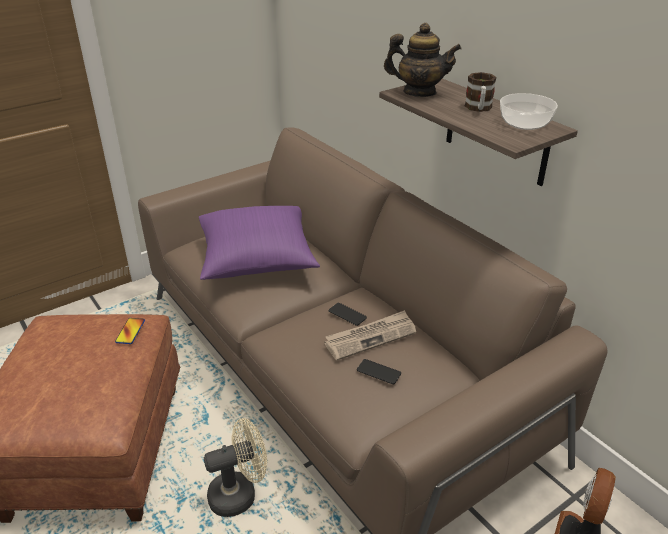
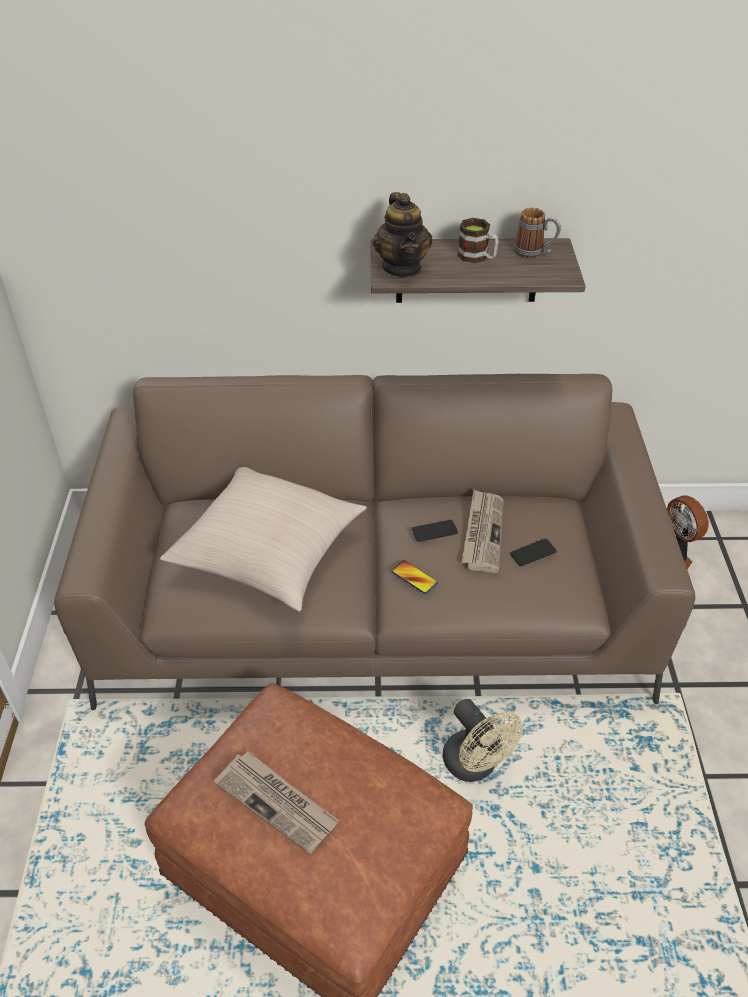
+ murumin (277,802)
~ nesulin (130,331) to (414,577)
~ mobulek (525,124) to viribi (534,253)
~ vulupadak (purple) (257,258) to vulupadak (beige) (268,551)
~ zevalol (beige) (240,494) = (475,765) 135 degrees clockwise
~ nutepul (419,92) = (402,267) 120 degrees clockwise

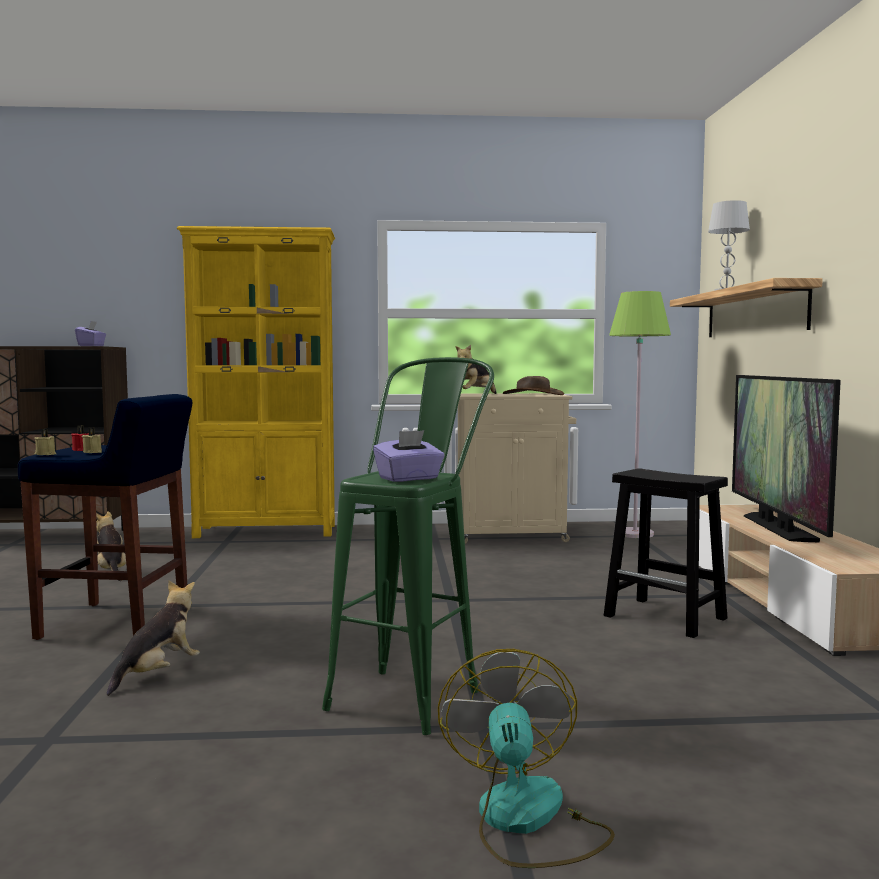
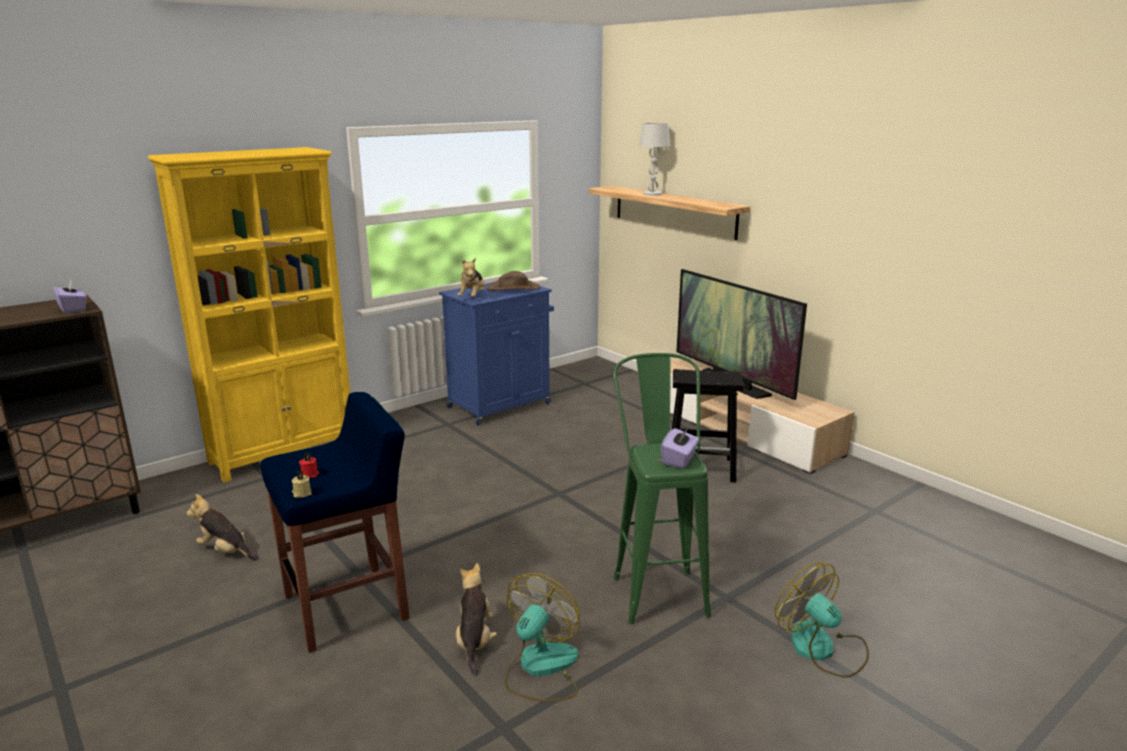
- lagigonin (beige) (93,452)
- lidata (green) (634,534)
+ zevalol (541,668)
~ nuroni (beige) (512,535) to nuroni (blue) (501,405)

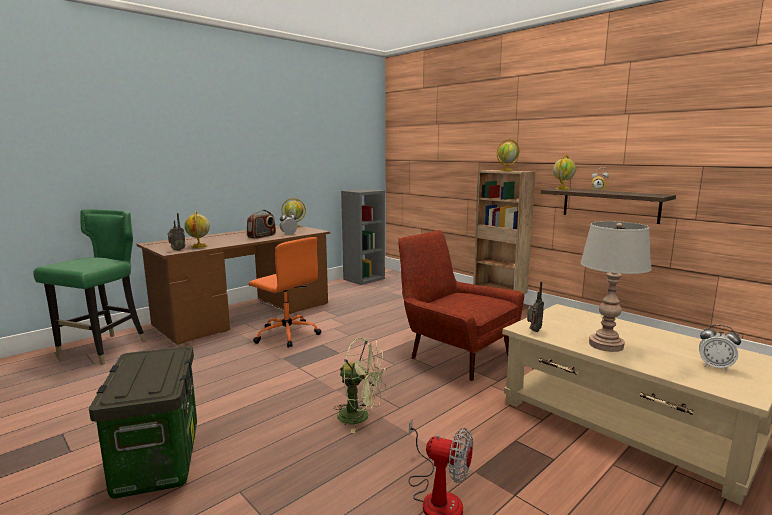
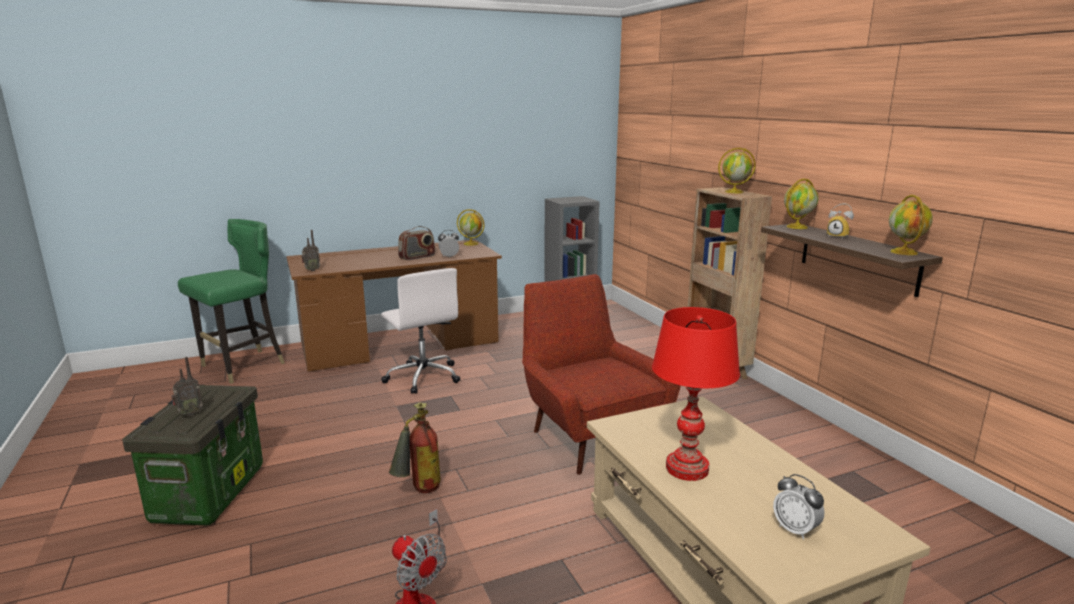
~ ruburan (199,246) to (904,252)
~ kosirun (533,331) to (189,413)
~ zevalol (green) (360,417) to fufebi (418,492)
~ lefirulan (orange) (286,334) to lefirulan (white) (423,377)
~ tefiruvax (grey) (606,345) to tefiruvax (red) (687,469)

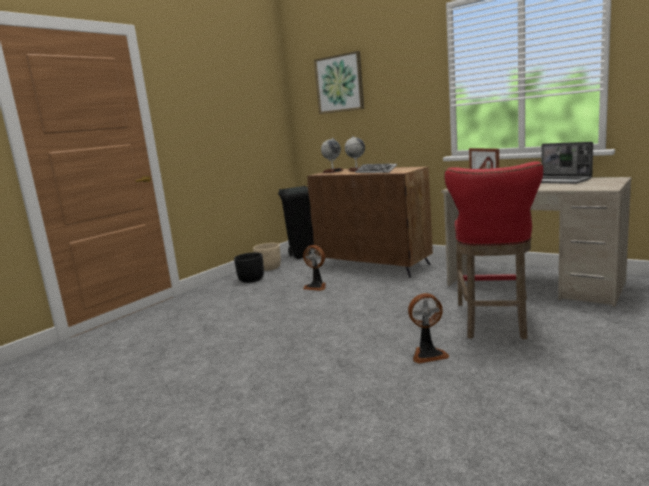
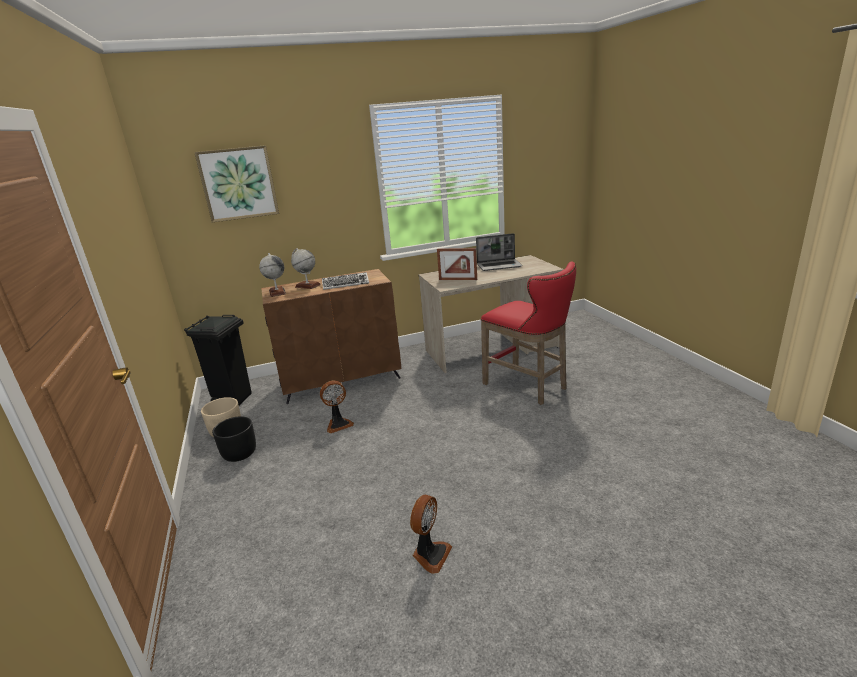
~ zevalol (428,354) to (430,555)

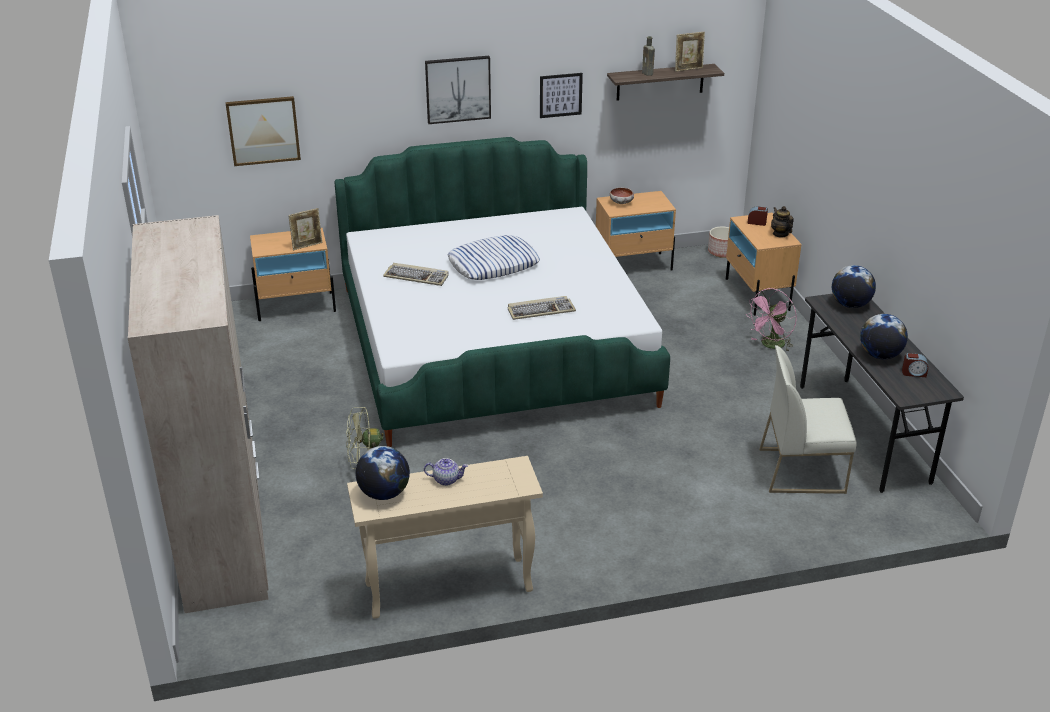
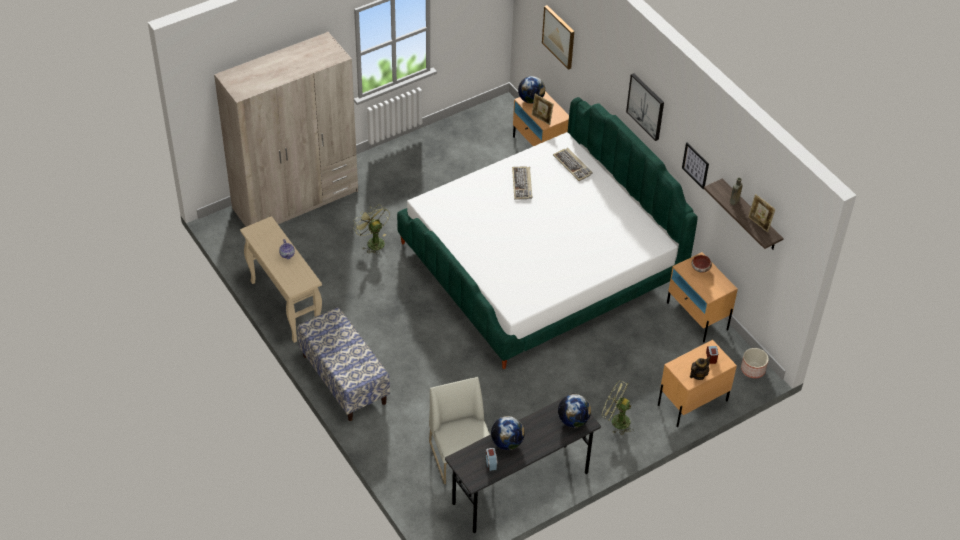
- vulupadak (493,264)
+ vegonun (343,379)
~ ruburan (384,493) to (531,100)
~ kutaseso (541,310) to (573,165)
~ zevalol (pink) (770,345) to zevalol (green) (616,421)

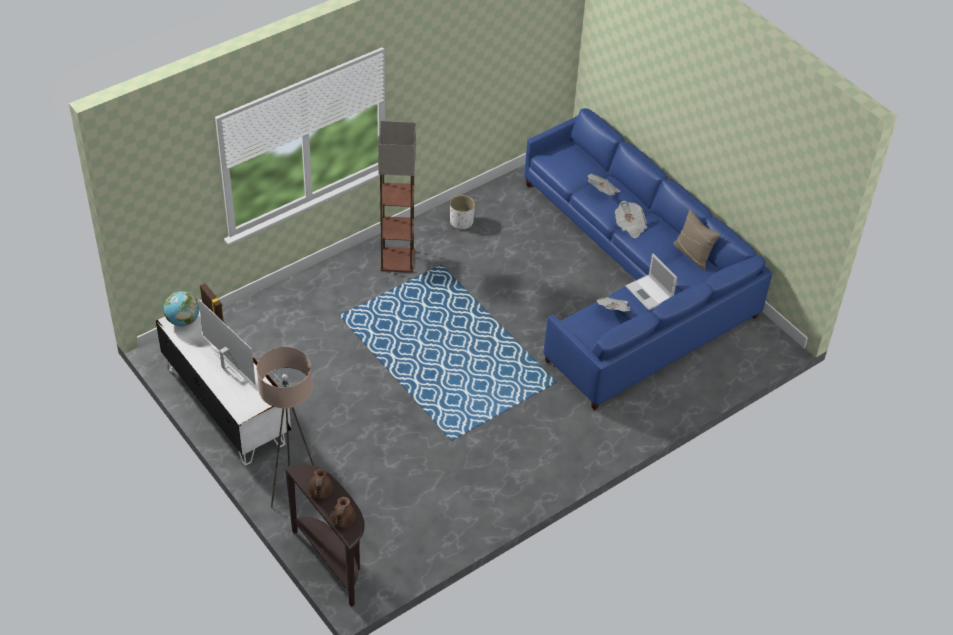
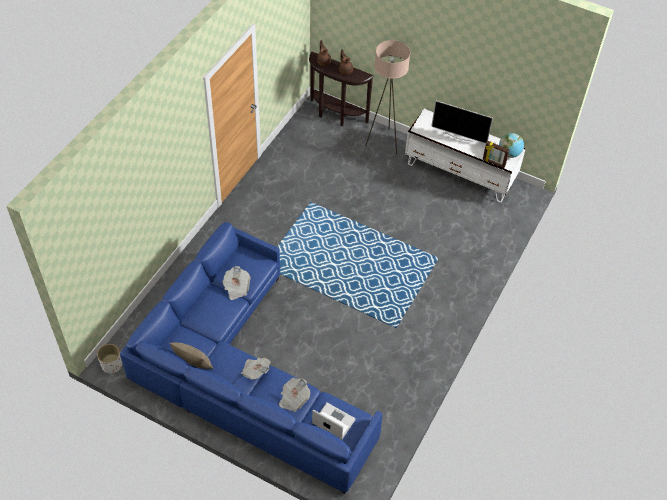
- lidata (398,259)
~ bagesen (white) (461,222) to (111,365)
~ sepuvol (650,293) to (333,421)

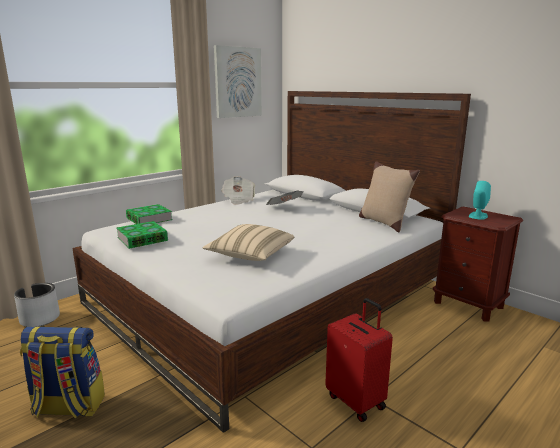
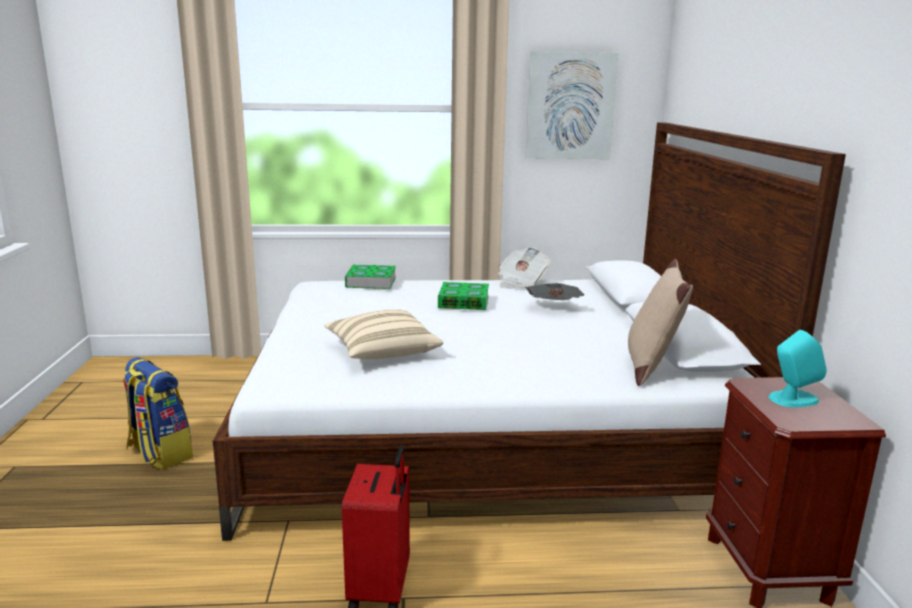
- bagesen (grey) (40,319)
~ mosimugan (142,239) to (463,301)

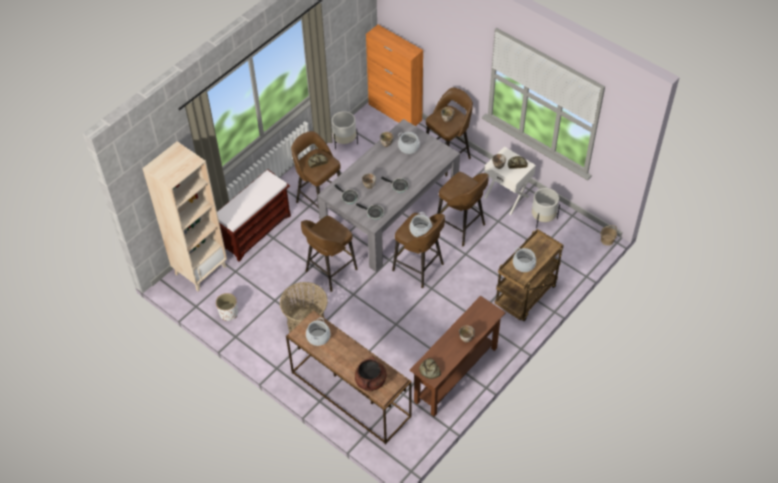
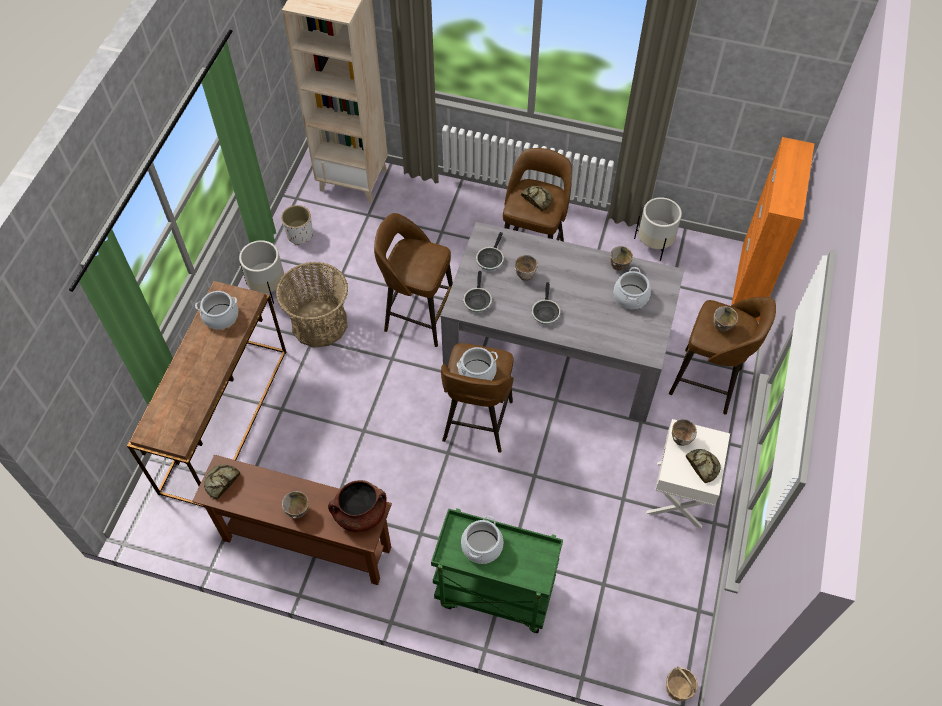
- vegonun (brown) (255,230)
- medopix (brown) (461,227)
~ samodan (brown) (370,381) to (360,514)
~ bagesen (white) (543,218) to (268,287)
~ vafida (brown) (525,297) to vafida (green) (493,594)

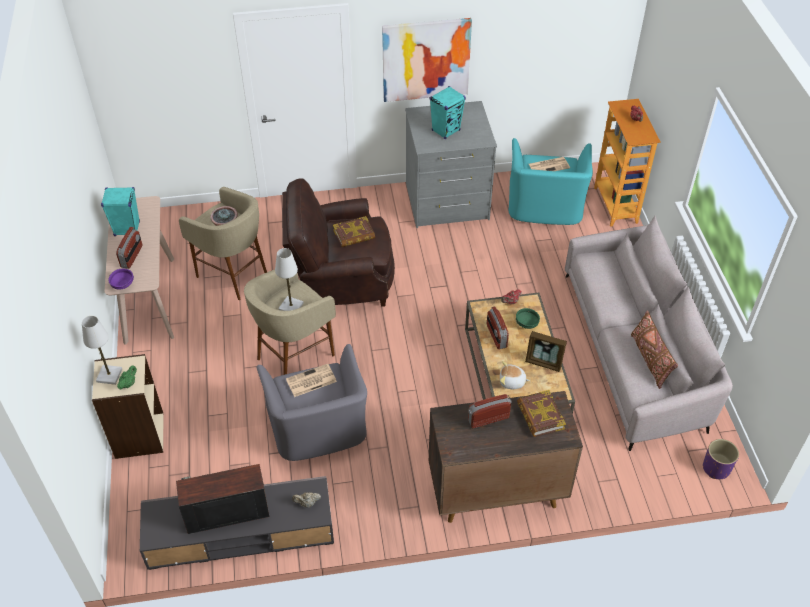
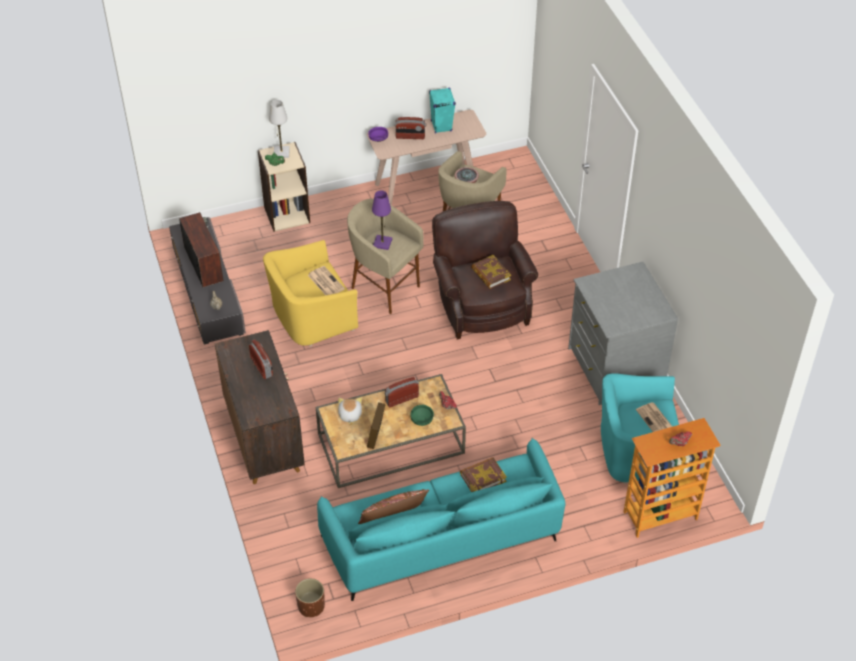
- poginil (426,59)
- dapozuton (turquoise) (446,130)
~ mosimugan (540,416) to (482,477)
~ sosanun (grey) (318,427) to sosanun (yellow) (312,316)
~ tefiruvax (white) (291,306) to tefiruvax (purple) (382,243)
~ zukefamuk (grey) (635,352) to zukefamuk (turquoise) (443,539)
~ bagesen (purple) (716,468) to bagesen (brown) (311,606)

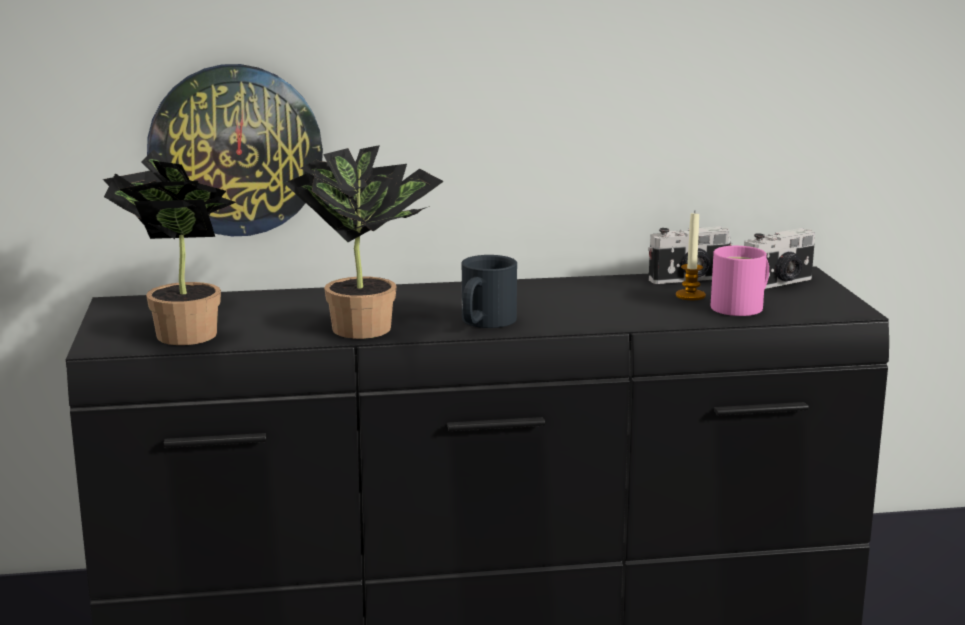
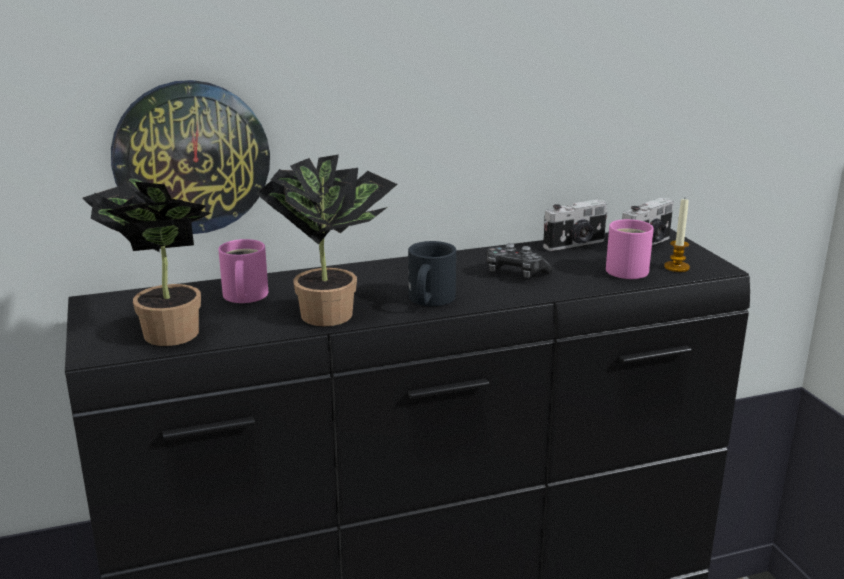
+ viribi (pink) (243,296)
+ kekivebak (515,273)
~ lagigonin (690,296) to (676,267)

